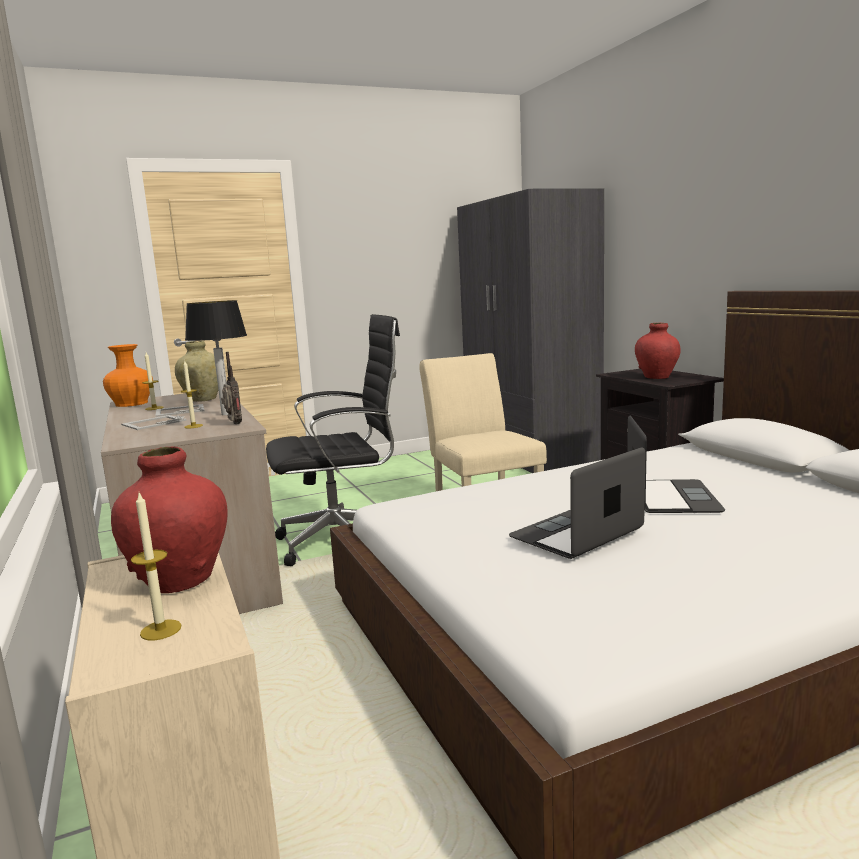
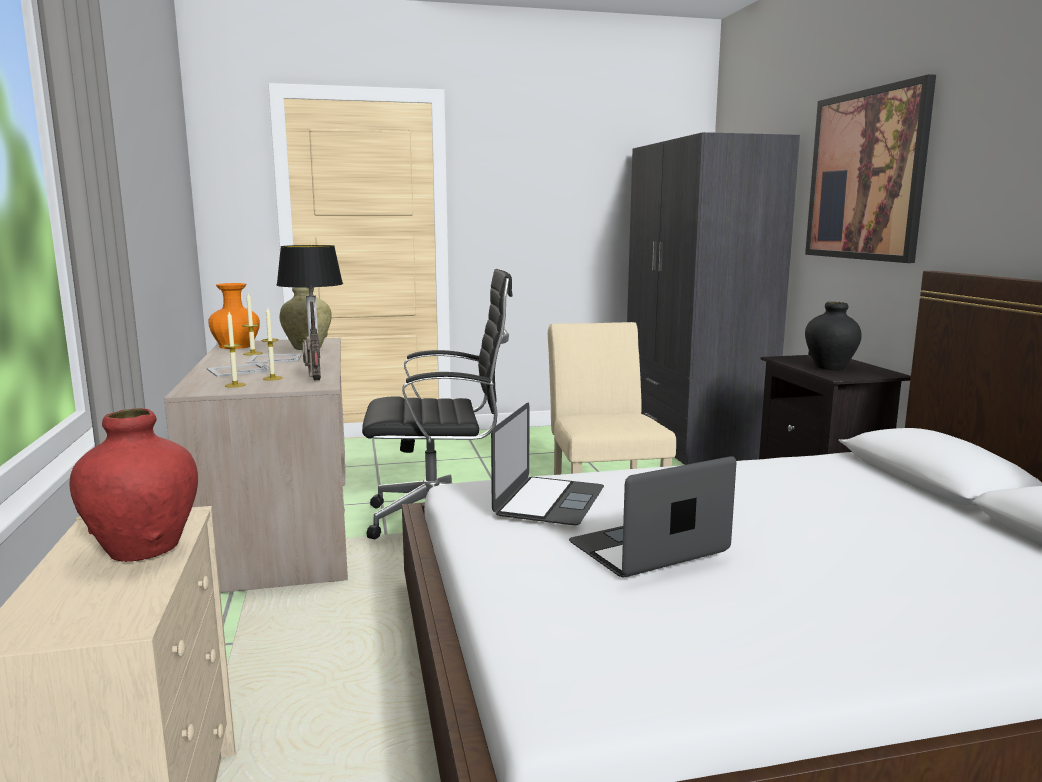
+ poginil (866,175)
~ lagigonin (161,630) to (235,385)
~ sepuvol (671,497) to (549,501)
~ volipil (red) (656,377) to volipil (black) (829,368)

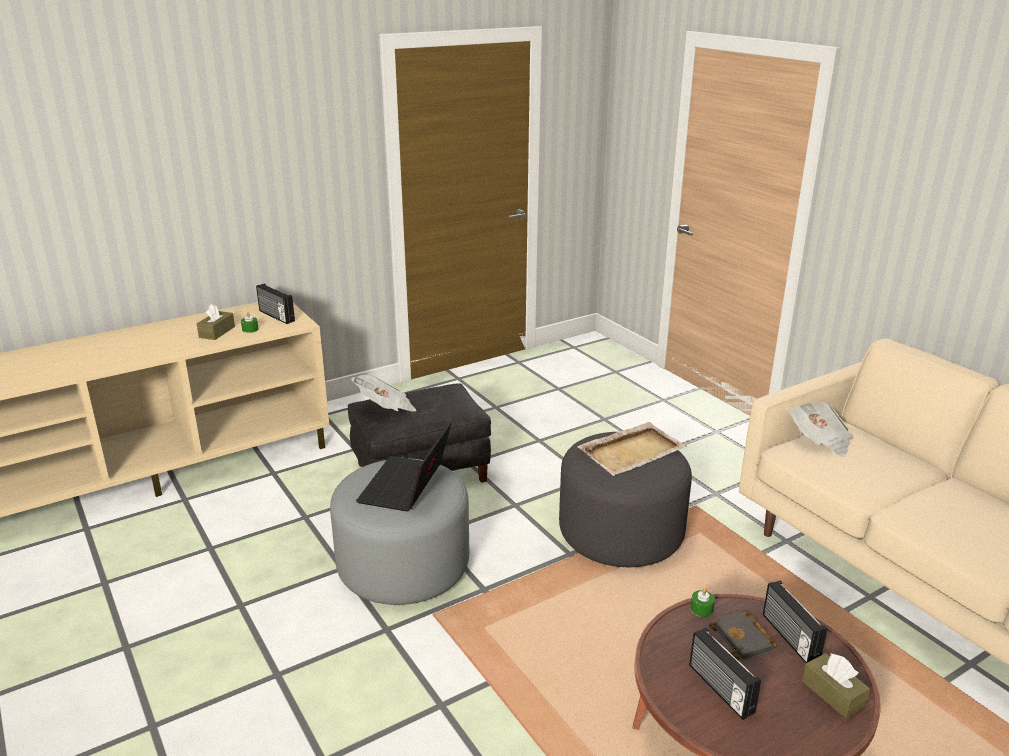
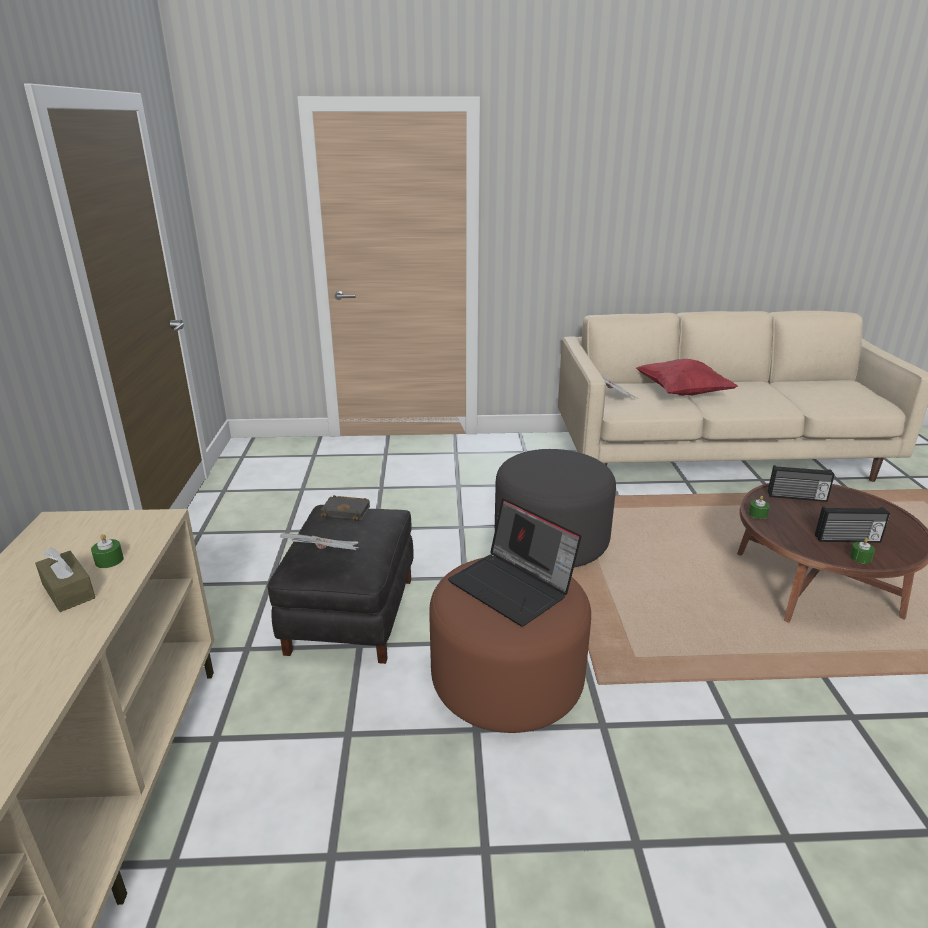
- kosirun (276,316)
- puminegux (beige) (632,451)
- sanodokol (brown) (833,693)
+ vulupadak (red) (682,393)
+ lagigonin (green) (860,558)
~ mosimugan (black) (744,640) to (347,511)
~ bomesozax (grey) (404,566) to bomesozax (brown) (507,680)

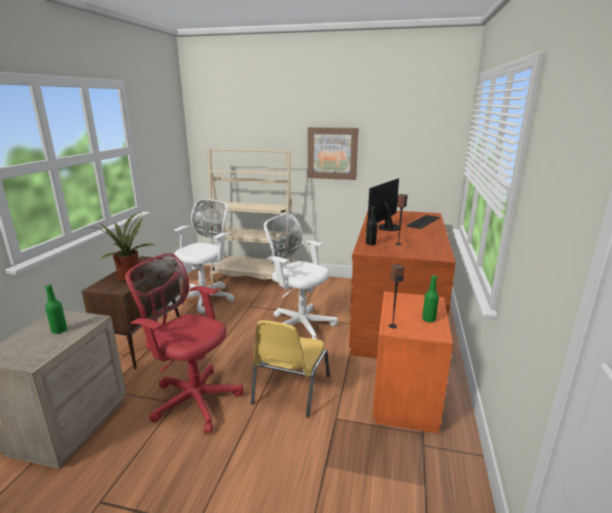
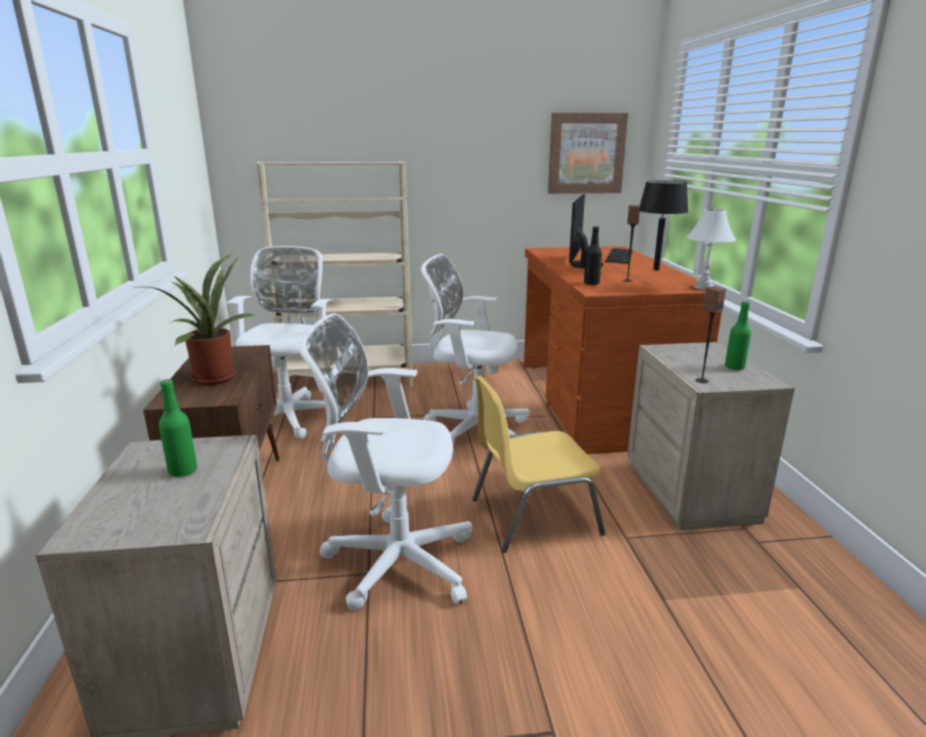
+ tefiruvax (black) (656,269)
+ tefiruvax (white) (703,287)
~ poginil (332,153) to (586,153)
~ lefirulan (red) (193,398) to lefirulan (white) (393,561)
~ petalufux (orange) (407,398) to petalufux (beige) (692,492)
~ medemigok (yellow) (290,390) = (532,516) 75 degrees clockwise

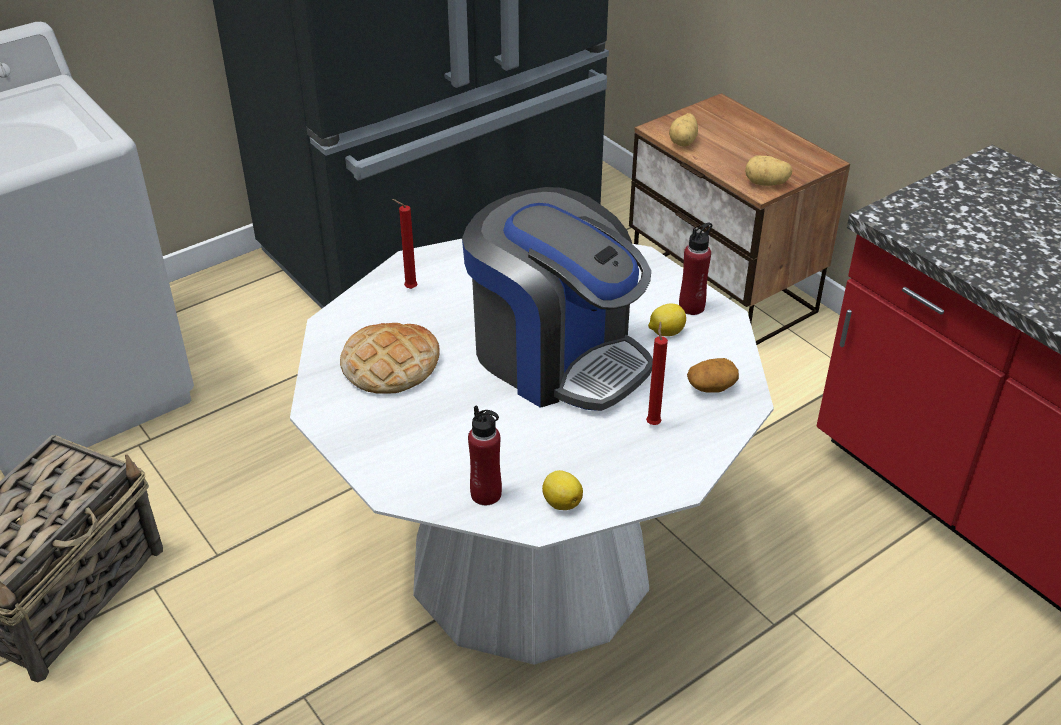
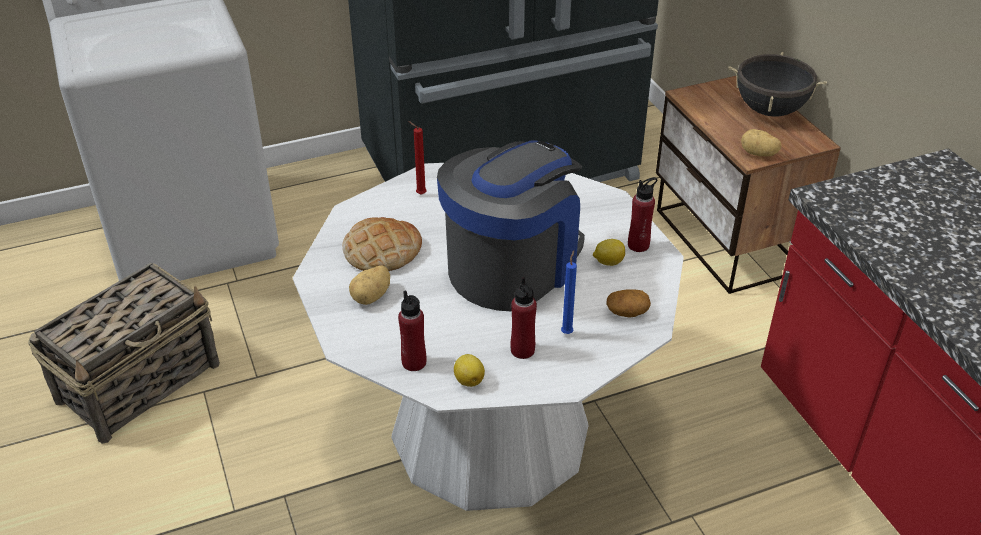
+ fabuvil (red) (522,350)
+ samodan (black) (770,110)
~ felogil (684,142) to (372,297)
~ lagigonin (red) (653,422) to lagigonin (blue) (567,332)
~ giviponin (557,356) = (513,266) 105 degrees counterclockwise

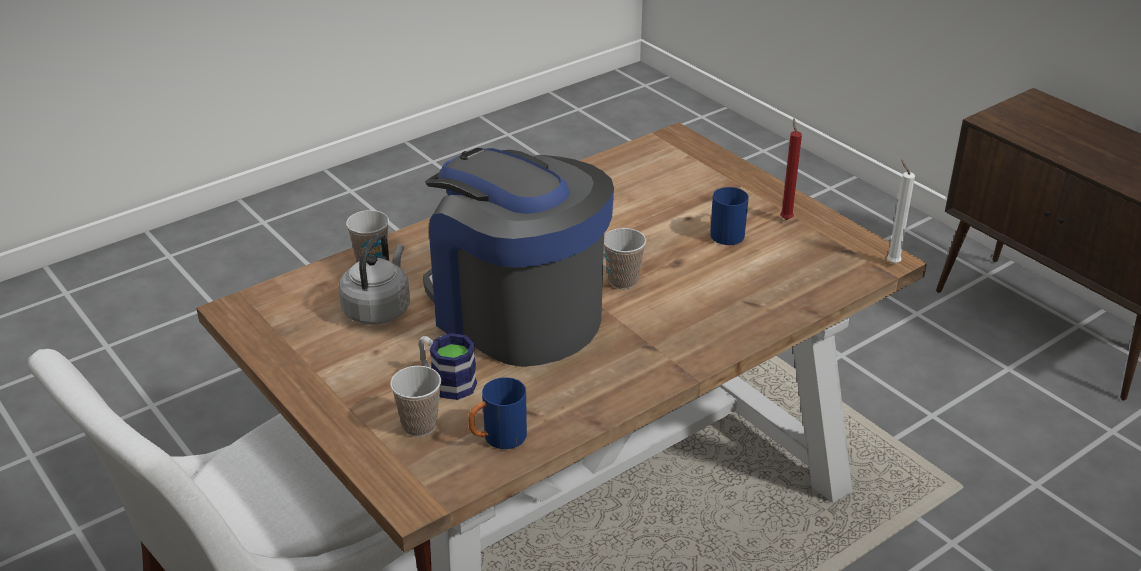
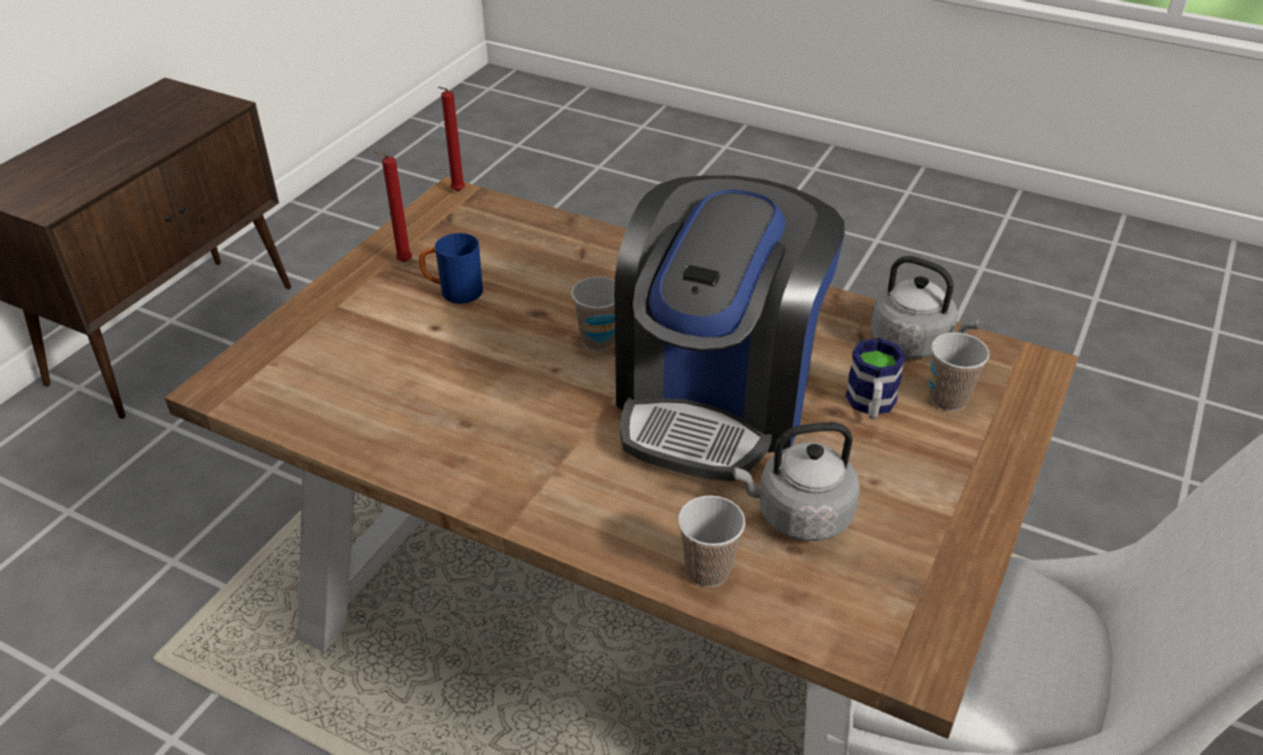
~ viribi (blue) (497,439) to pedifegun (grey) (914,343)
~ lagigonin (white) (891,262) to lagigonin (red) (456,192)

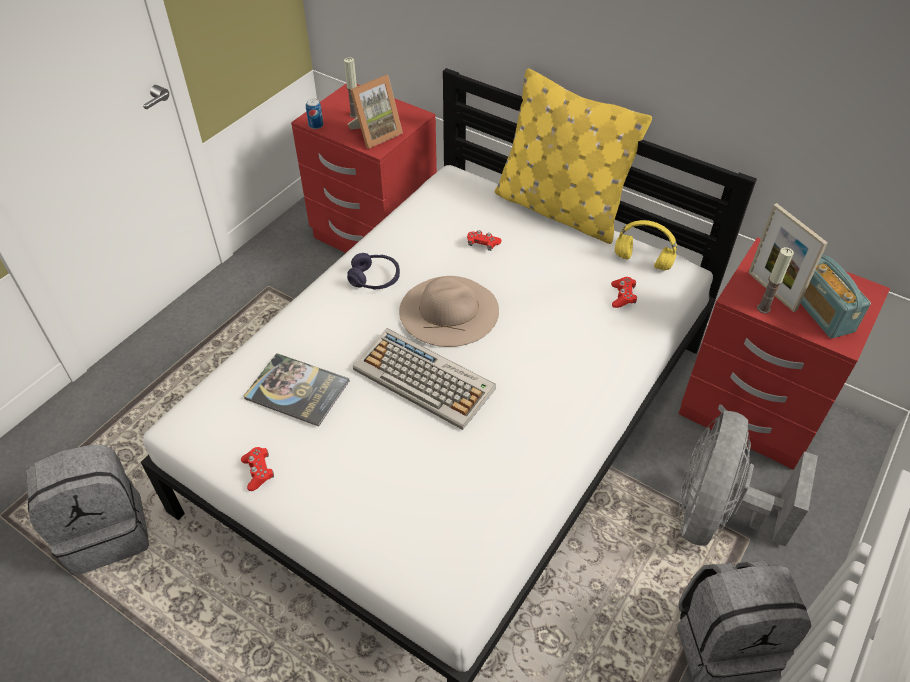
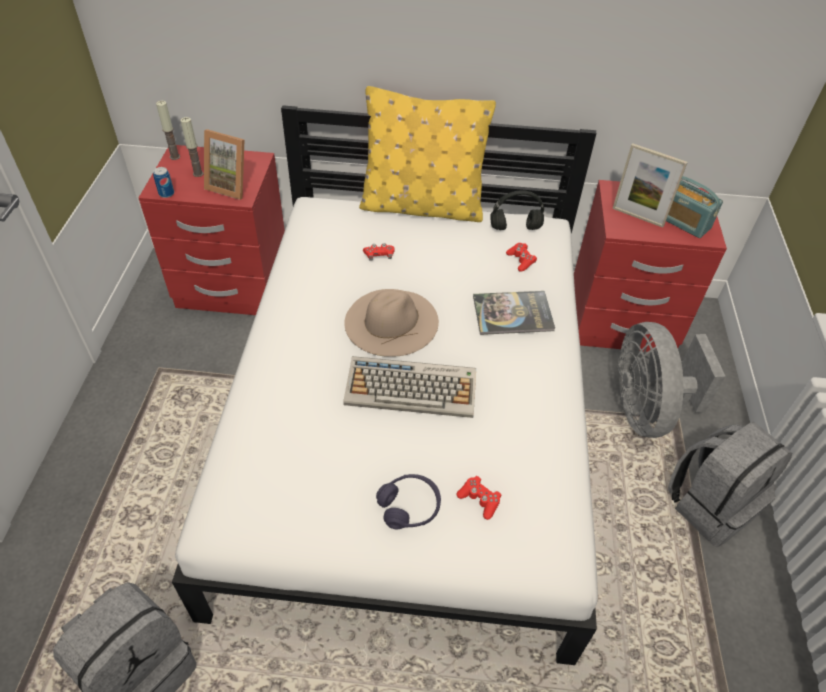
~ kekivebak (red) (258,471) to (479,500)
~ mosimugan (297,390) to (512,313)
~ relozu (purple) (375,278) to (409,507)
~ lagigonin (763,308) to (175,157)
~ relozu (yellow) (641,261) to relozu (black) (514,228)
~ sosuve (375,134) = (231,185) 90 degrees clockwise

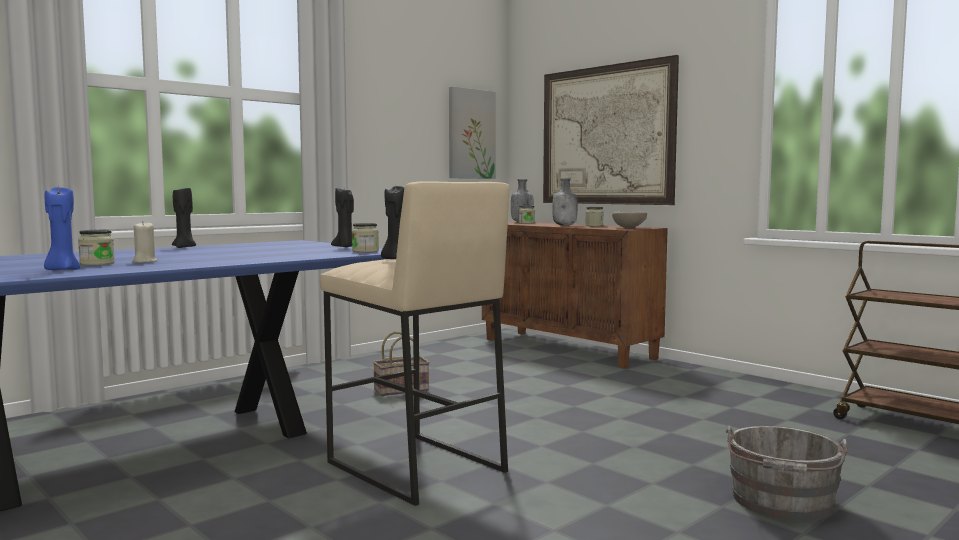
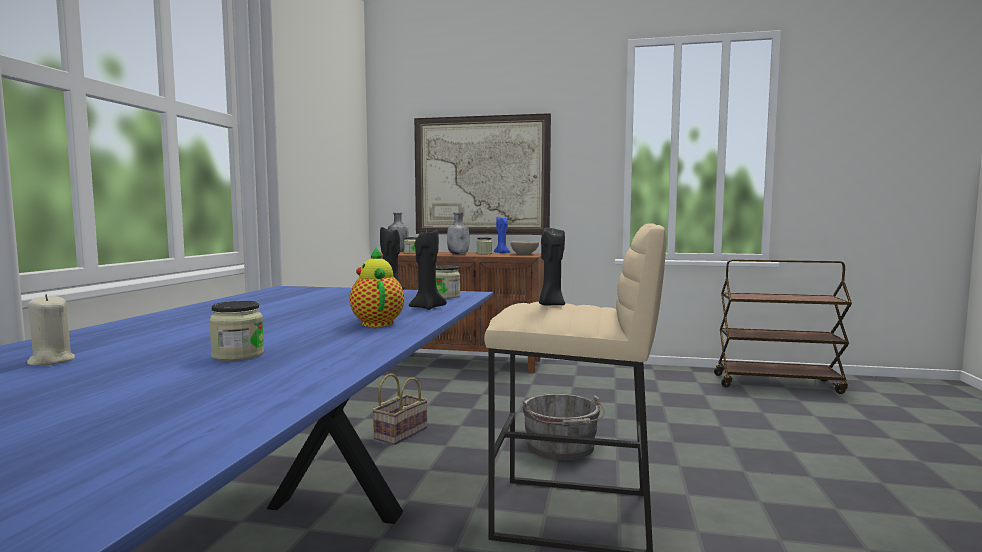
- poginil (471,134)
+ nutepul (377,323)
~ lagigonin (blue) (62,270) to (501,253)
~ lagigonin (beige) (144,262) to (51,361)
~ lagigonin (black) (185,247) to (427,307)
~ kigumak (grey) (782,503) to (562,448)

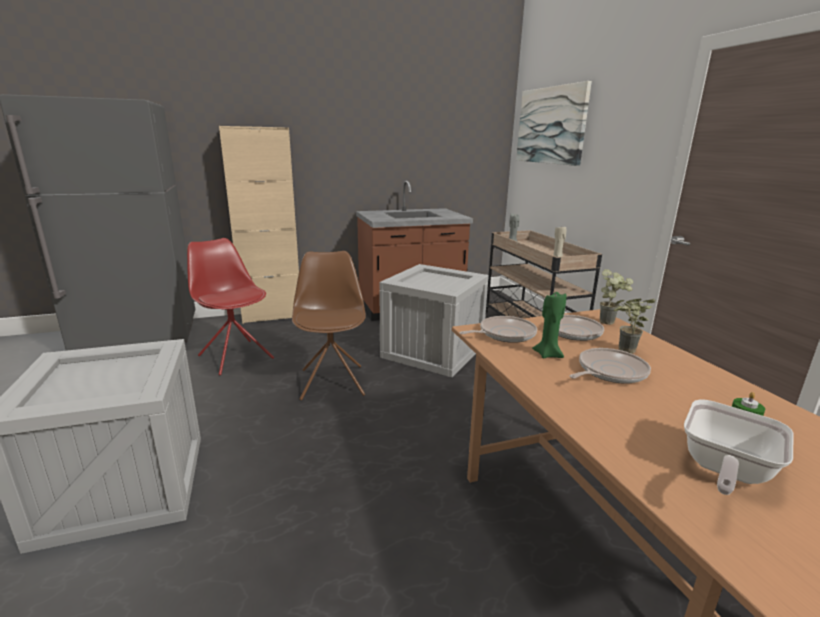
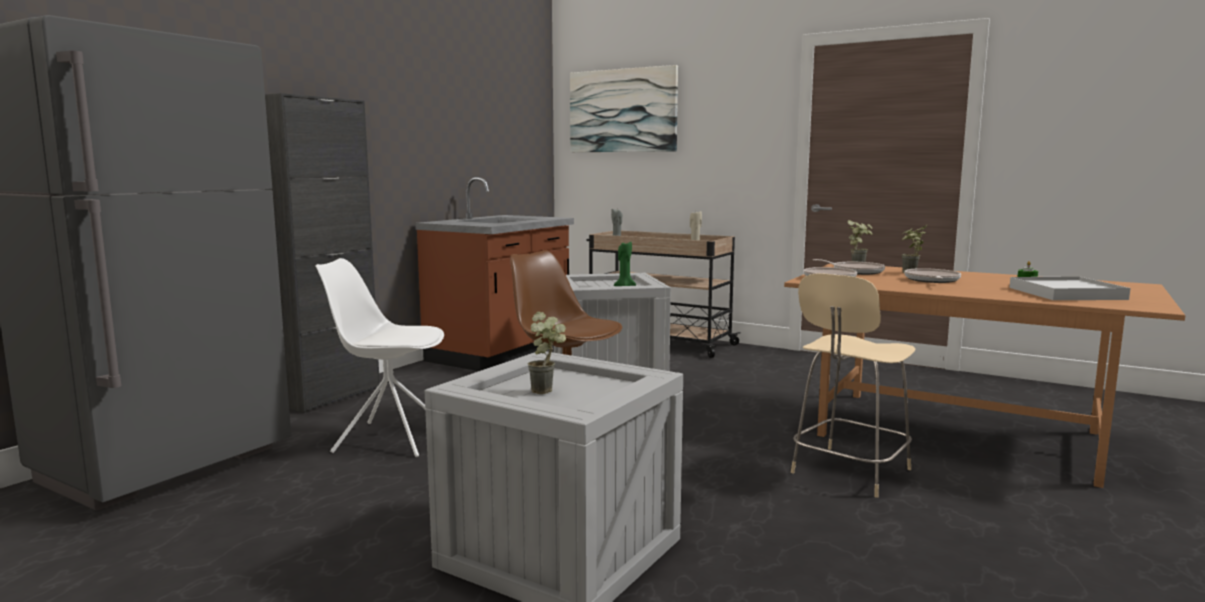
+ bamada (548,391)
+ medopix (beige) (848,472)
~ lagigonin (green) (548,354) to (624,287)
~ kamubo (723,470) to puminegux (white) (1066,293)
~ medemigok (red) (235,356) to medemigok (white) (389,439)
~ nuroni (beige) (272,316) to nuroni (black) (330,396)

